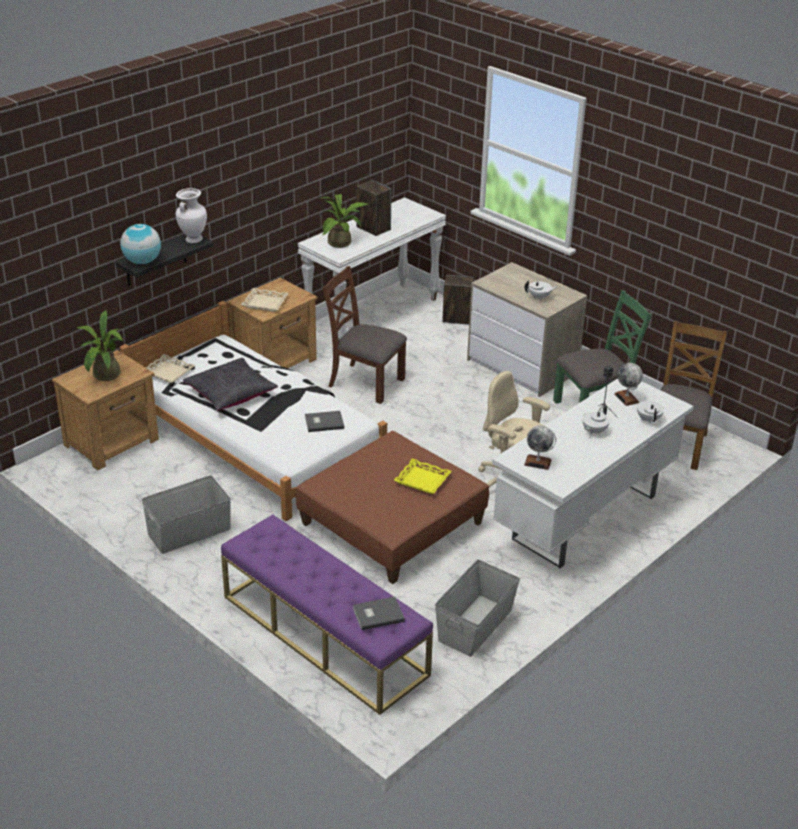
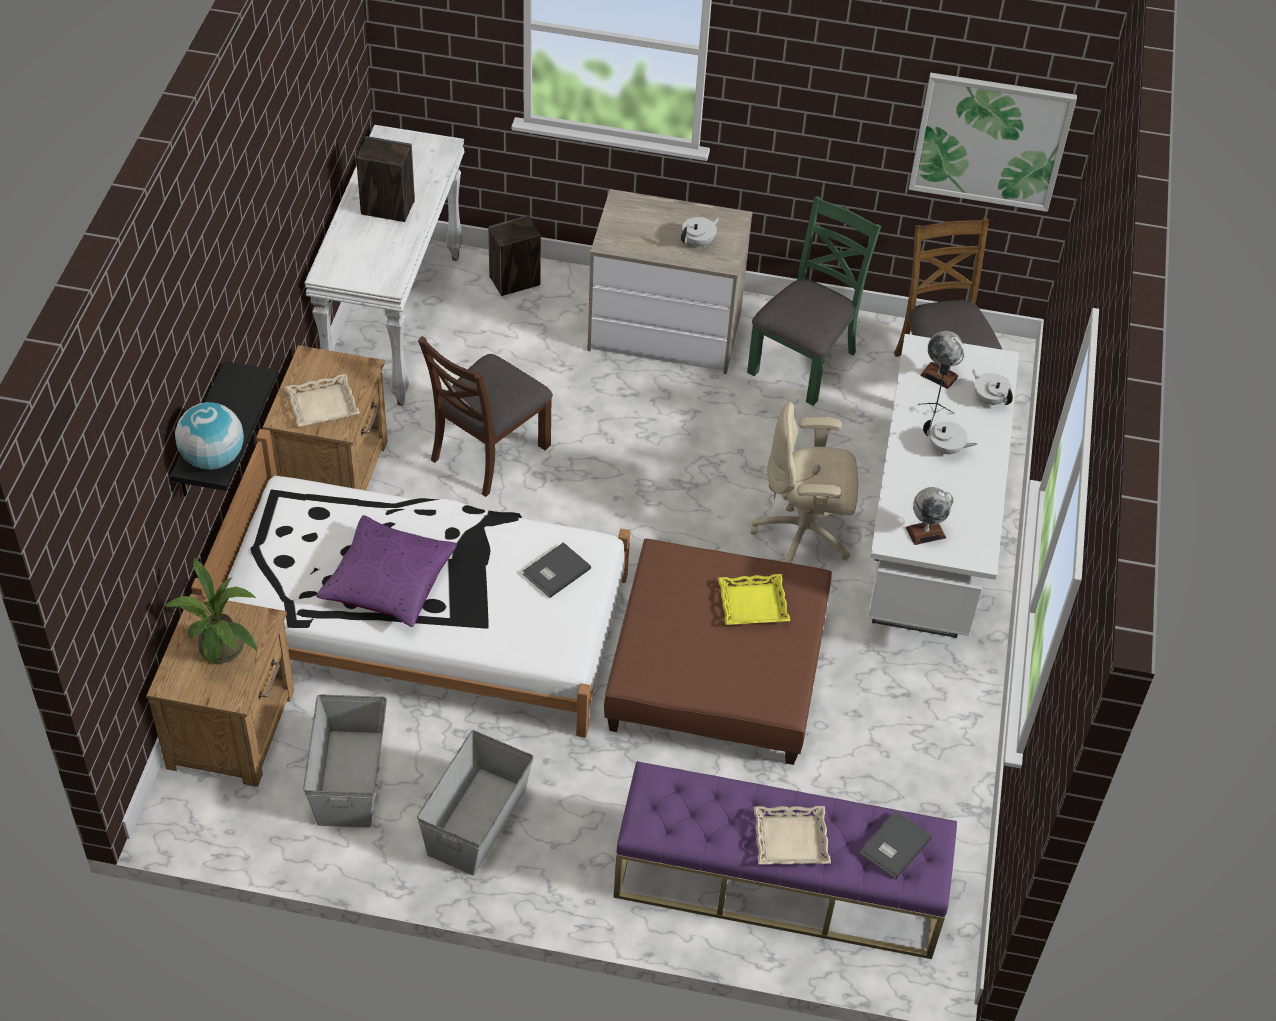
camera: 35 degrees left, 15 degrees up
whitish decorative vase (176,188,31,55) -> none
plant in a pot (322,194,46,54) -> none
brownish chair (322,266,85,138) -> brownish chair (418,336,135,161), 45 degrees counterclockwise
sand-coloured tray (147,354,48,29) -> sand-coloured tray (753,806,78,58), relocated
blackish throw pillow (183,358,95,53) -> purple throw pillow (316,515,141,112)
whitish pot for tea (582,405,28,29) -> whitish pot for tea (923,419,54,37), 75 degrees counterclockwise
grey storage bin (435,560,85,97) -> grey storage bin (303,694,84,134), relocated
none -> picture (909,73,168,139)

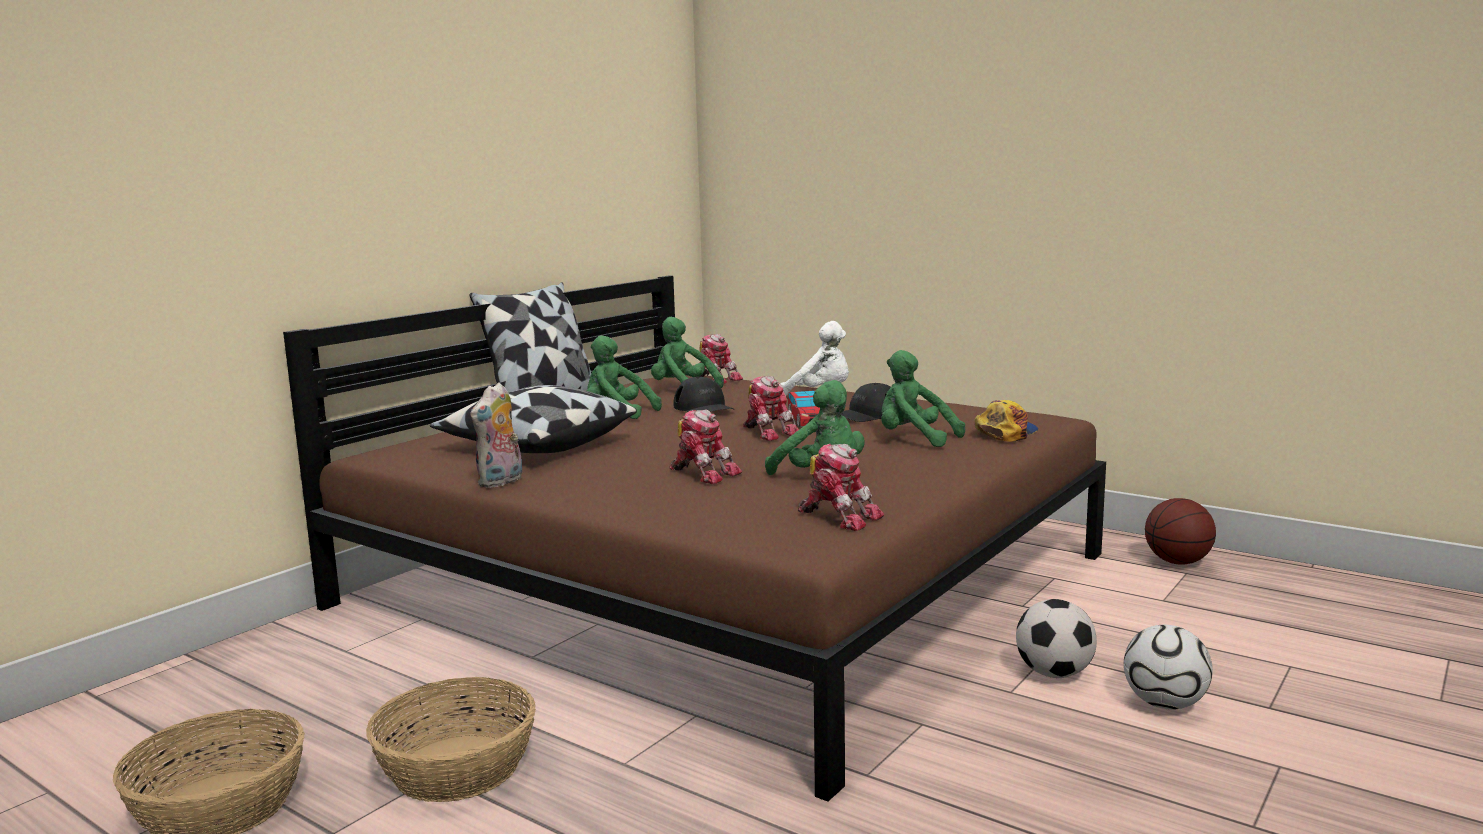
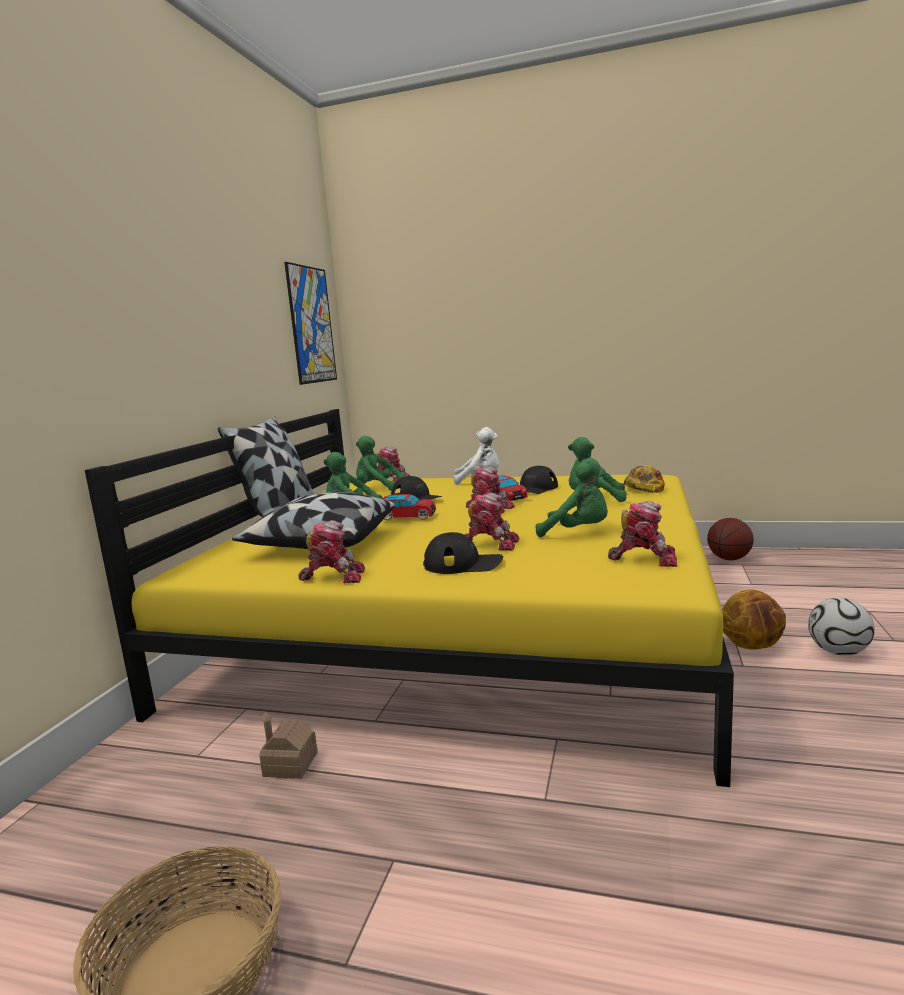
camera: 20 degrees left, 0 degrees up
brownish bed (283,276,823,526) -> yellowish bed (85,409,649,378)
plush toy (470,383,53,105) -> robot figure (298,520,67,63)
ball for football (1016,599,81,79) -> basketball ball (722,590,64,60)
basket (366,677,170,125) -> none
none -> picture (284,262,53,123)
none -> model car (383,494,53,26)
none -> blackish cap (423,532,80,42)
none -> toy house (259,712,59,67)

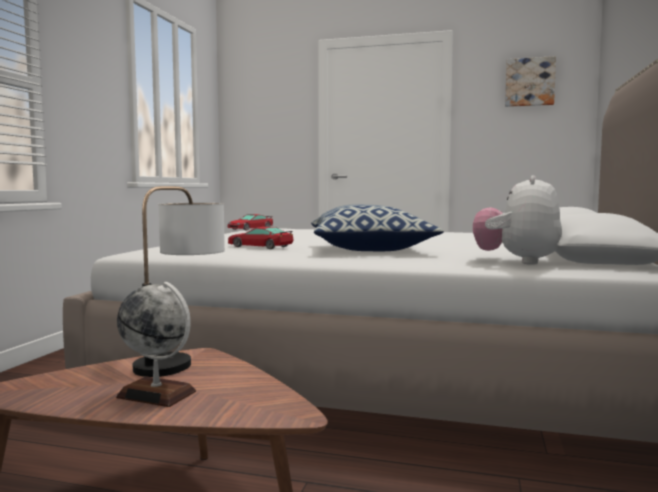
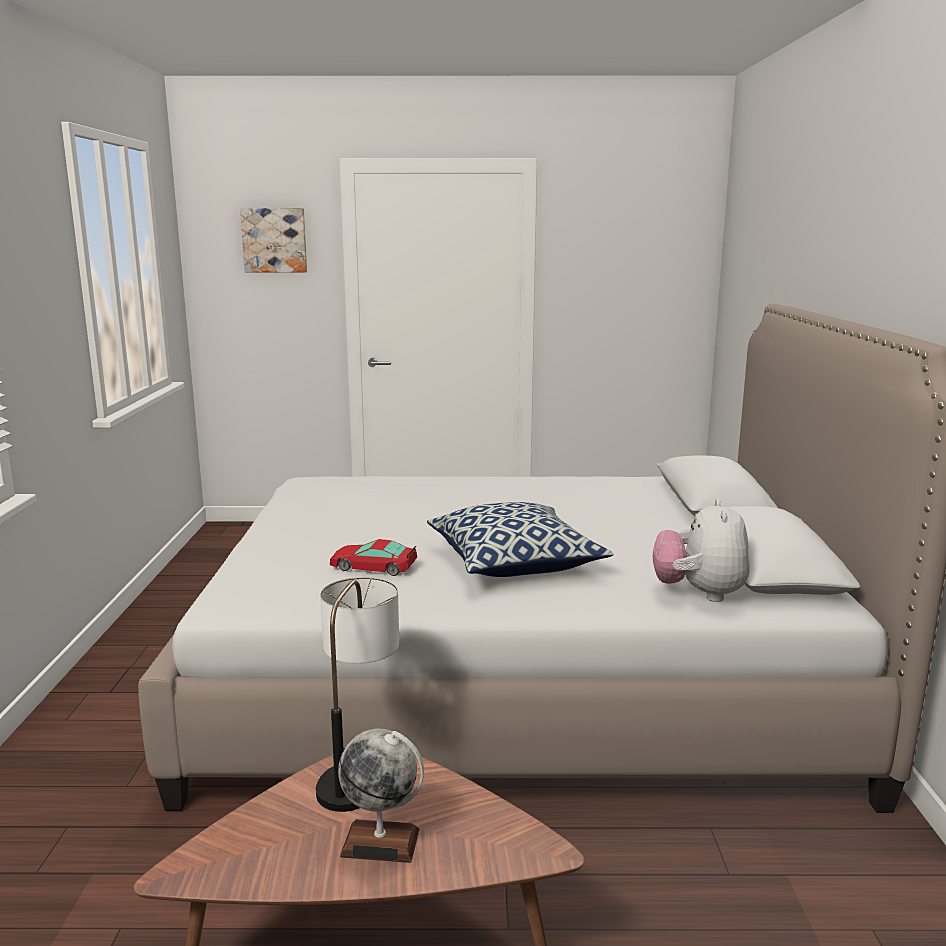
camera: 15 degrees left, 10 degrees up
picture (505,56,51,51) -> picture (240,208,67,65), relocated
model car (227,214,46,16) -> none

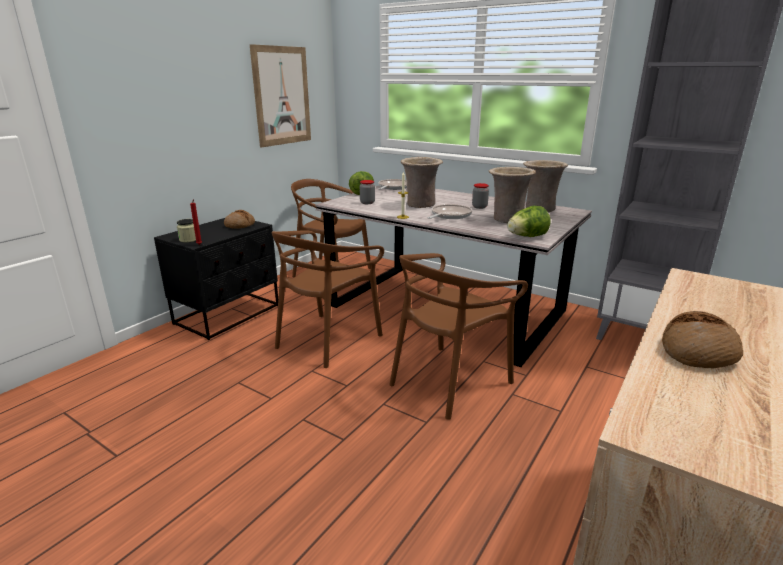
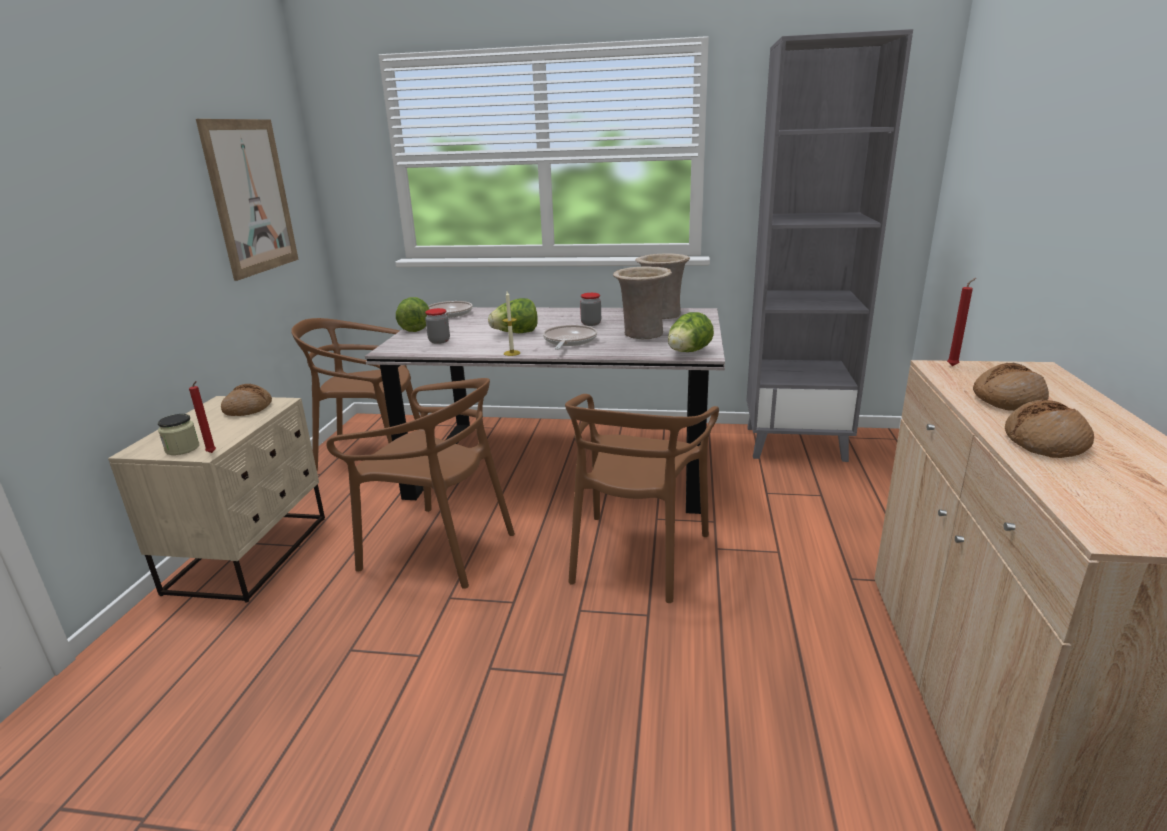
camera: 25 degrees left, 0 degrees up
sand-coloured decorative vase (400,157,43,51) -> lettuce head (488,298,50,35)
blackish night table (154,218,124,122) -> sand-coloured night table (108,396,217,207)
brownish chair (271,230,113,138) -> brownish chair (326,378,189,211), 75 degrees counterclockwise
none -> red wax light (947,278,29,88)
none -> bread (973,363,76,48)

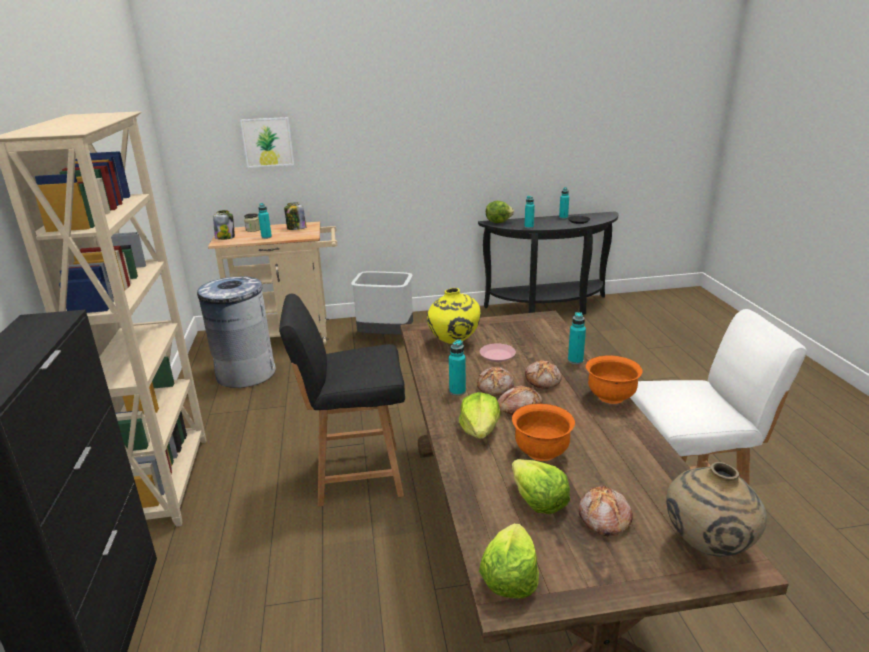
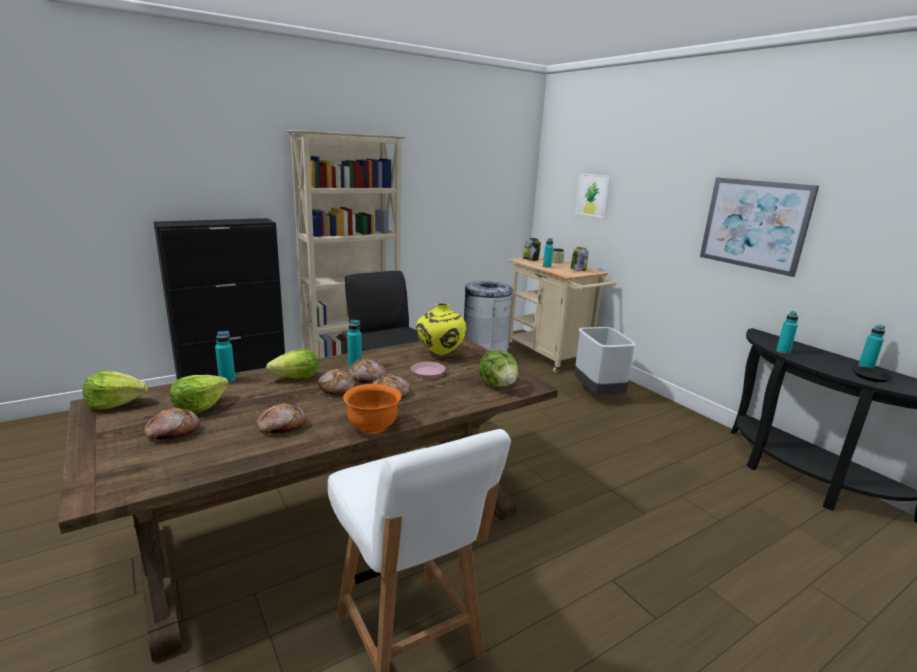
camera: 65 degrees right, 5 degrees down
lettuce head (486,201,28,22) -> lettuce head (479,351,40,37), relocated
turquoise beverage bottle (568,312,18,52) -> turquoise beverage bottle (215,331,21,52), relocated
orangey deep dish (512,404,63,57) -> none
sand-coloured decorative vase (666,462,101,95) -> none
none -> picture (700,177,119,100)
none -> bread (256,403,51,31)

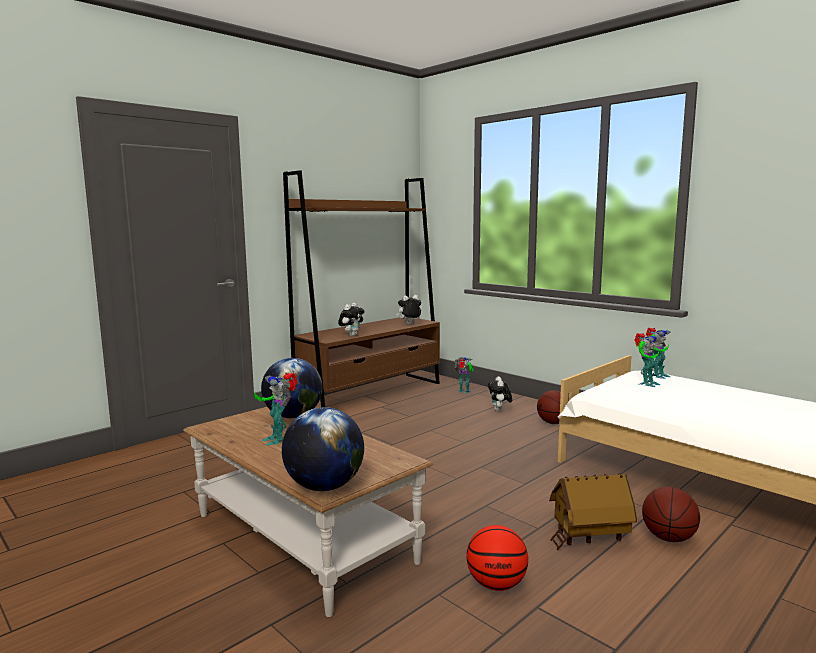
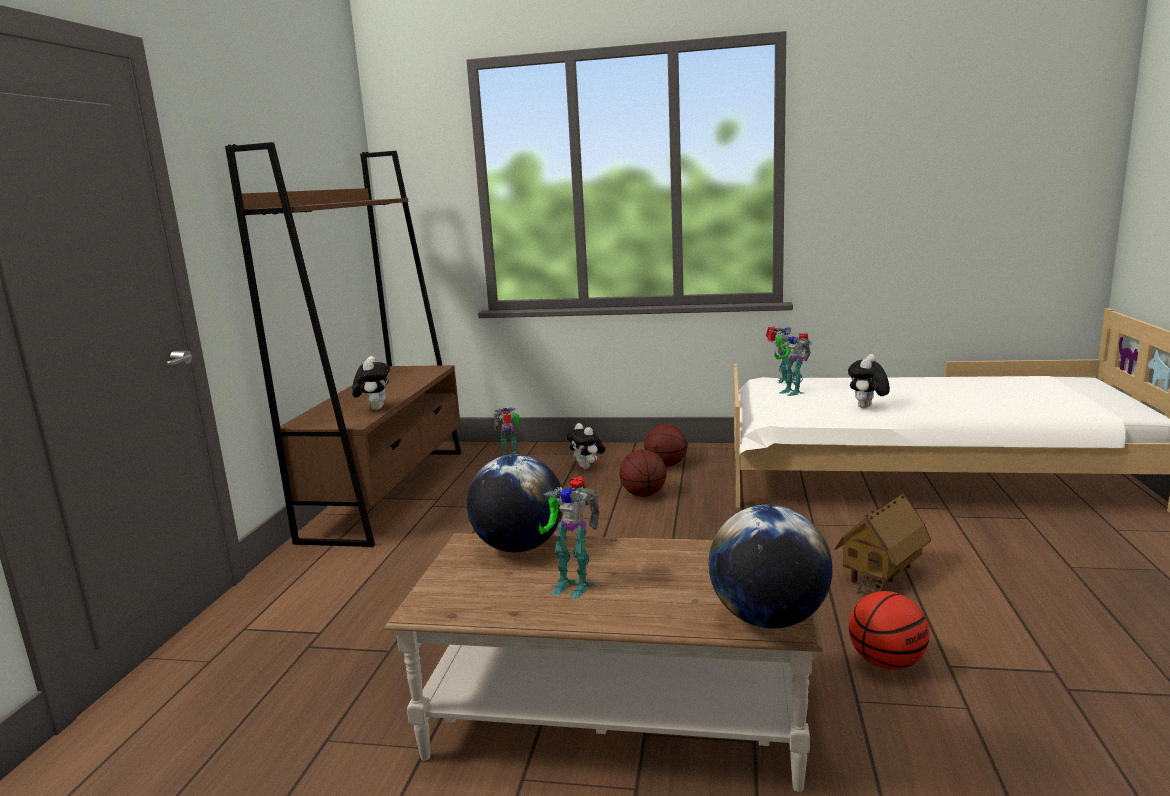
camera: 35 degrees left, 5 degrees up
plush toy (396,295,26,30) -> plush toy (848,354,42,54), relocated
robot figure (634,333,26,54) -> robot figure (775,333,36,63), 135 degrees clockwise
basketball ball (642,487,58,55) -> basketball ball (619,449,48,48), relocated

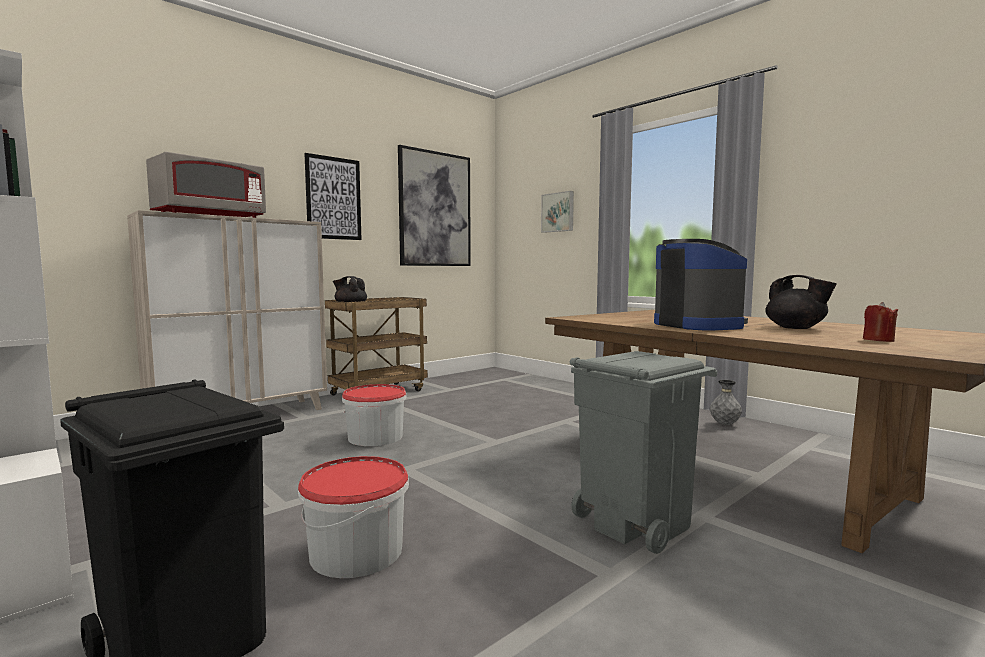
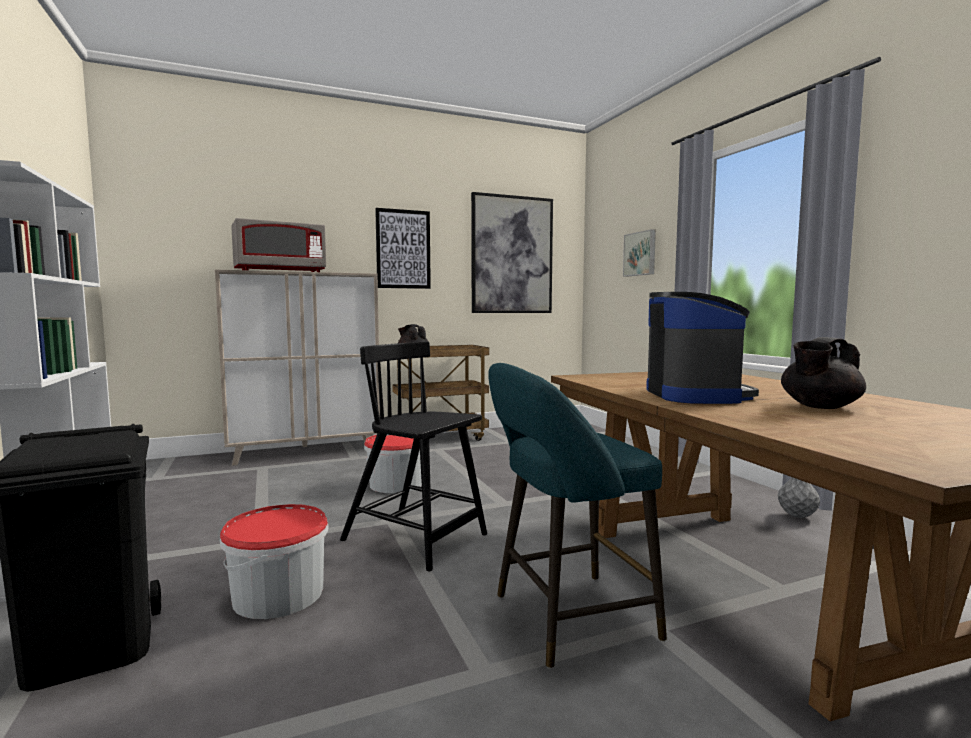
camera: 20 degrees right, 0 degrees up
blackish pot for tea (765,275,72,54) -> blackish pot for tea (781,337,85,72), 75 degrees clockwise
red wax light (863,302,35,40) -> none
grey trash can (570,351,147,203) -> turquoise sitting stool (488,363,179,306)
none -> blackish chair (340,342,147,229)

